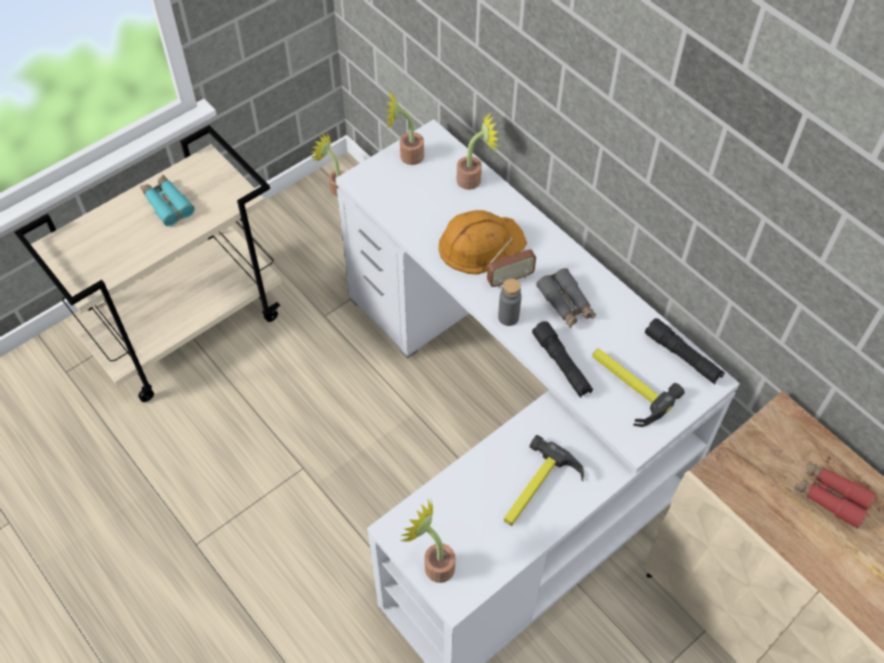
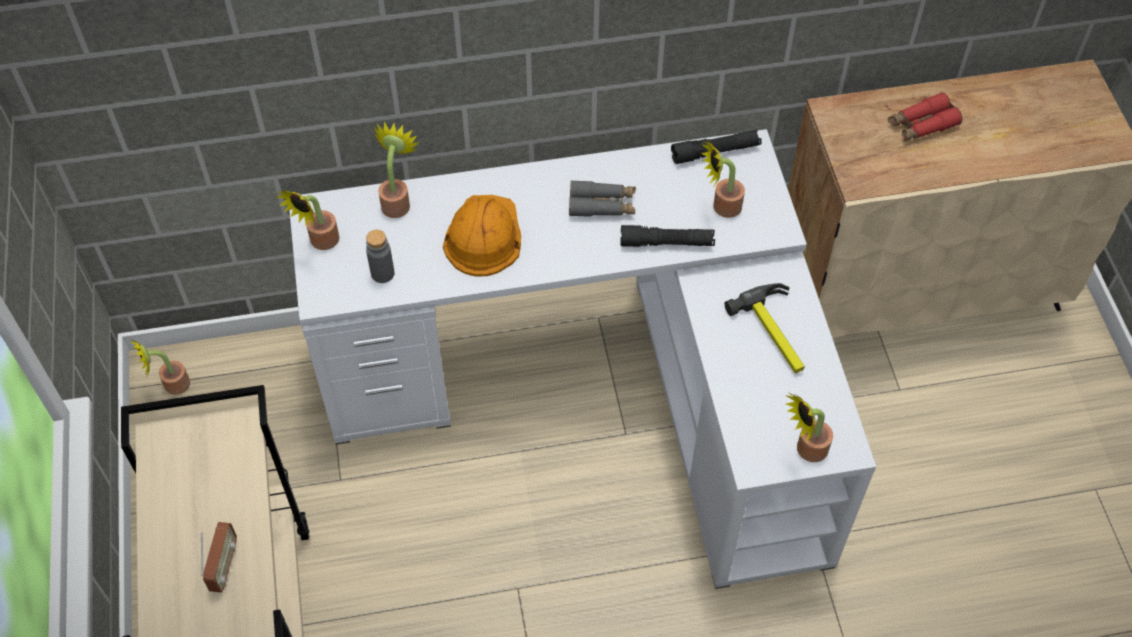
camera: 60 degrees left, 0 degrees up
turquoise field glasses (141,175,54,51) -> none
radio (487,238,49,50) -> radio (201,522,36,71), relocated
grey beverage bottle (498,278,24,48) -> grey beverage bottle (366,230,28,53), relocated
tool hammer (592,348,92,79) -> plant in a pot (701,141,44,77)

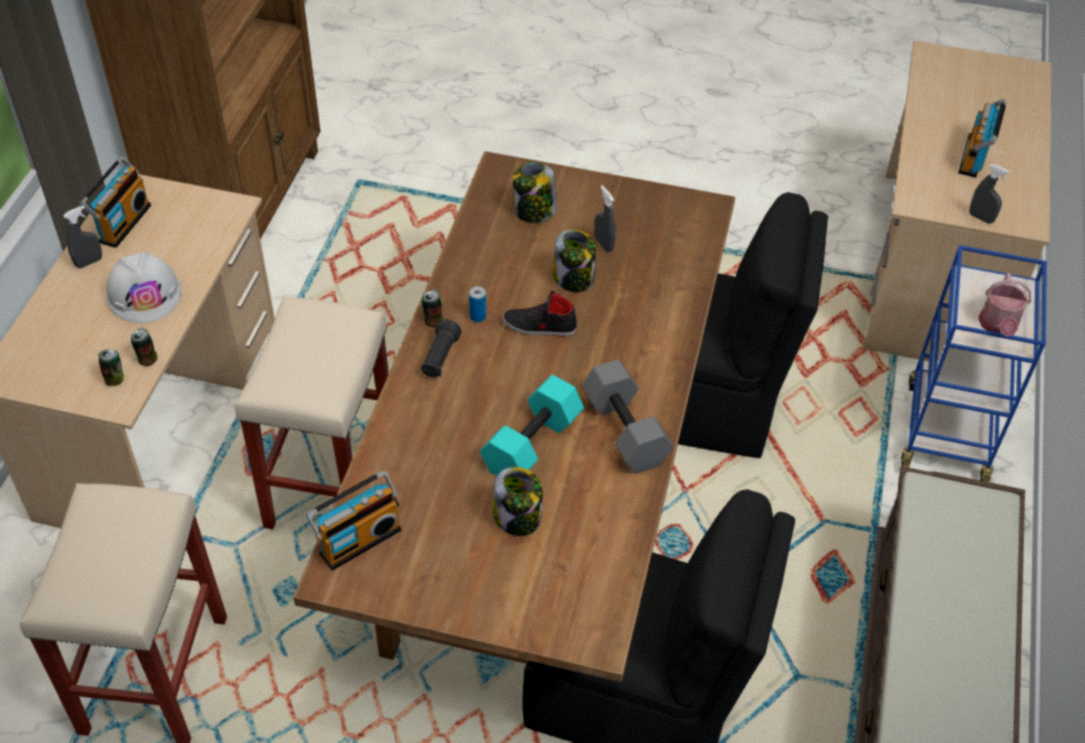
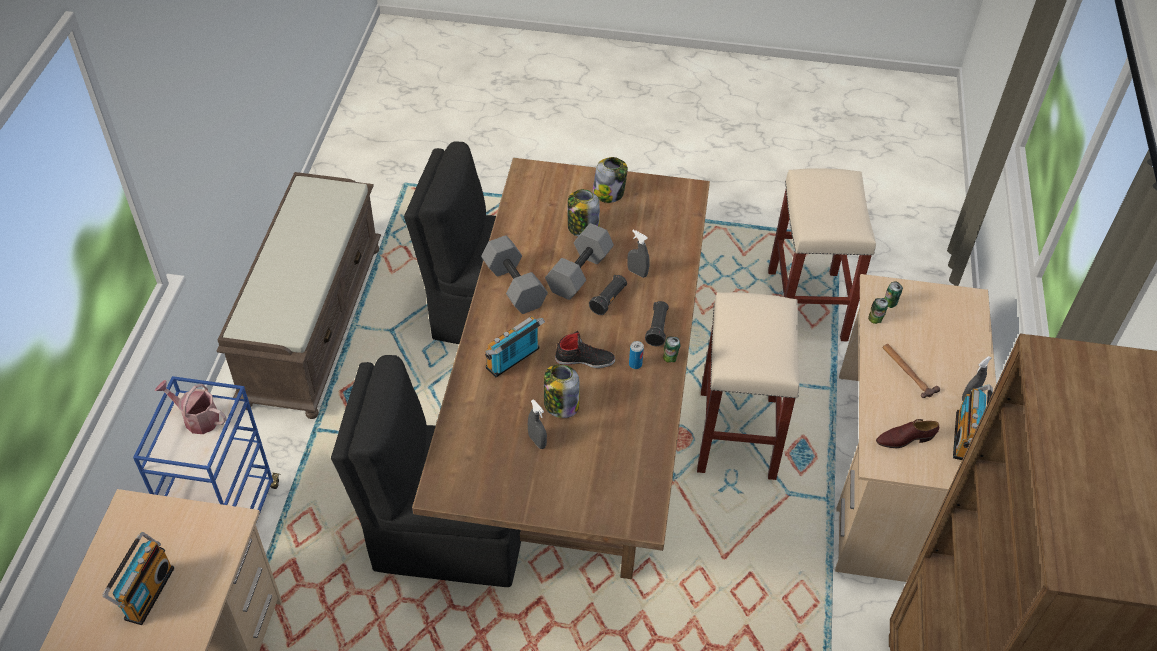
camera: 175 degrees right, 0 degrees up
storage jar (513,162,43,61) -> storage jar (593,157,35,46), relocated
grey spray bottle (969,164,41,60) -> grey spray bottle (627,230,23,48), relocated
whitish work helmet (106,252,75,71) -> tool hammer (883,344,57,54)
sprinkling can (978,273,53,64) -> sprinkling can (155,380,72,54), 75 degrees counterclockwise
turquoise dumbbell (480,375,104,101) -> grey dumbbell (545,223,69,77)
radio (306,471,95,100) -> radio (485,316,60,62), relocated
none -> blackish torch (589,275,38,40)
none -> brownish shoe (876,419,63,29)

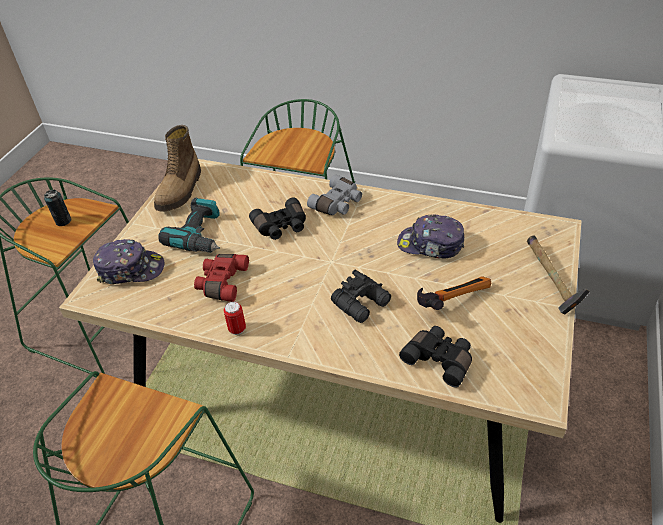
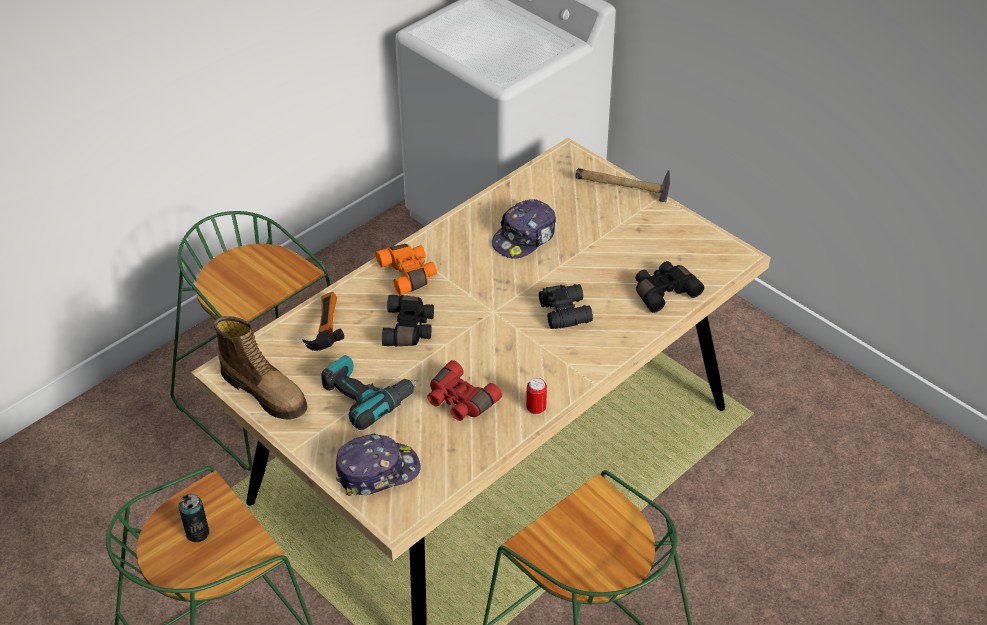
camera: 65 degrees left, 0 degrees up
grey field glasses (307,174,55,41) -> orangey field glasses (376,244,61,52)
cap (93,239,71,45) -> cap (336,434,85,62), 45 degrees clockwise
tool hammer (417,276,74,34) -> tool hammer (302,292,42,59), relocated

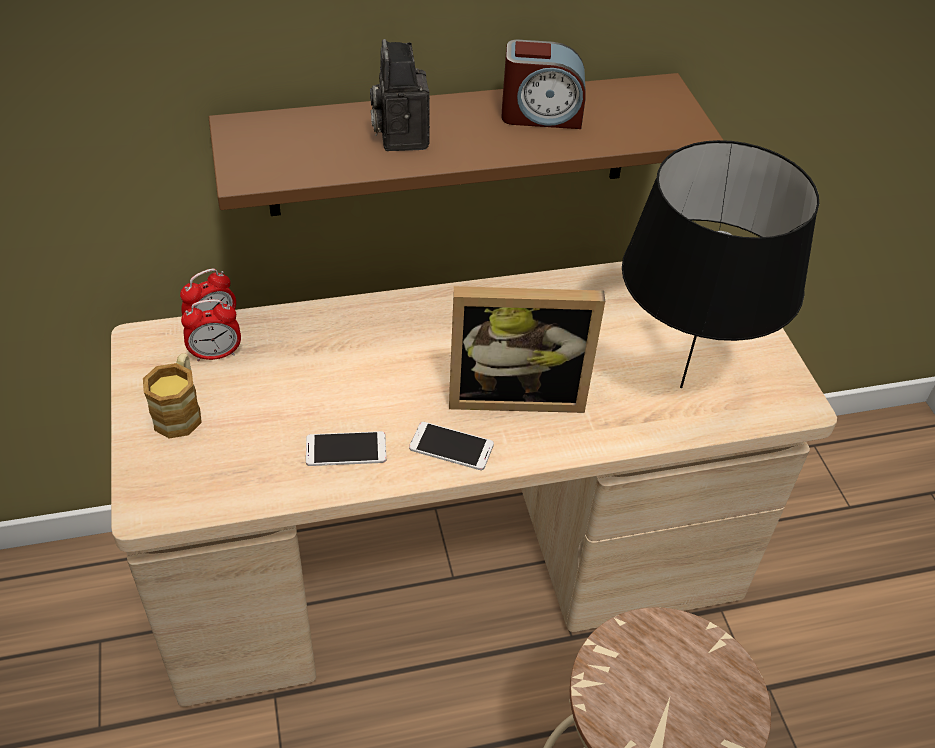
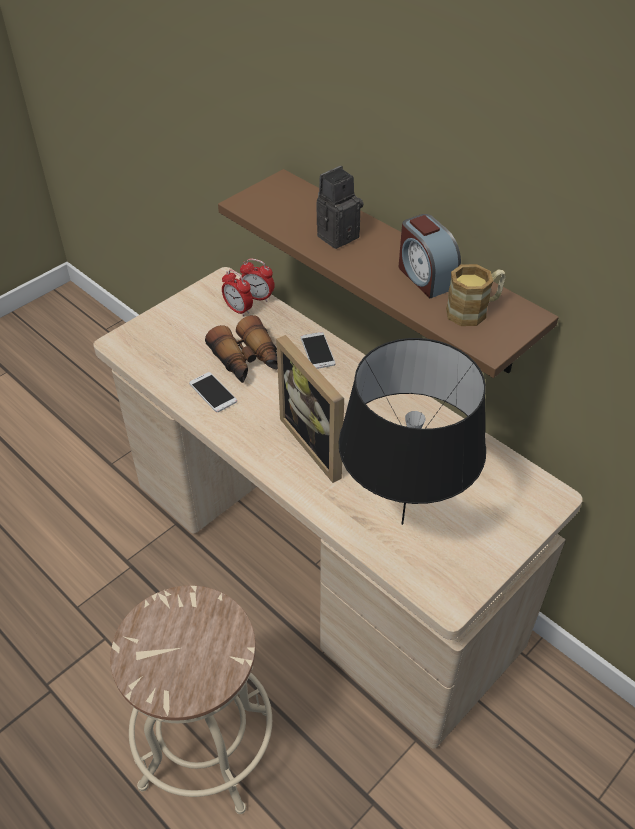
camera: 60 degrees right, 0 degrees up
tea mug (143,353,59,85) -> tea mug (446,264,60,62), relocated
handset (409,422,85,48) -> handset (301,332,35,37), relocated
none -> field glasses (205,315,73,68)

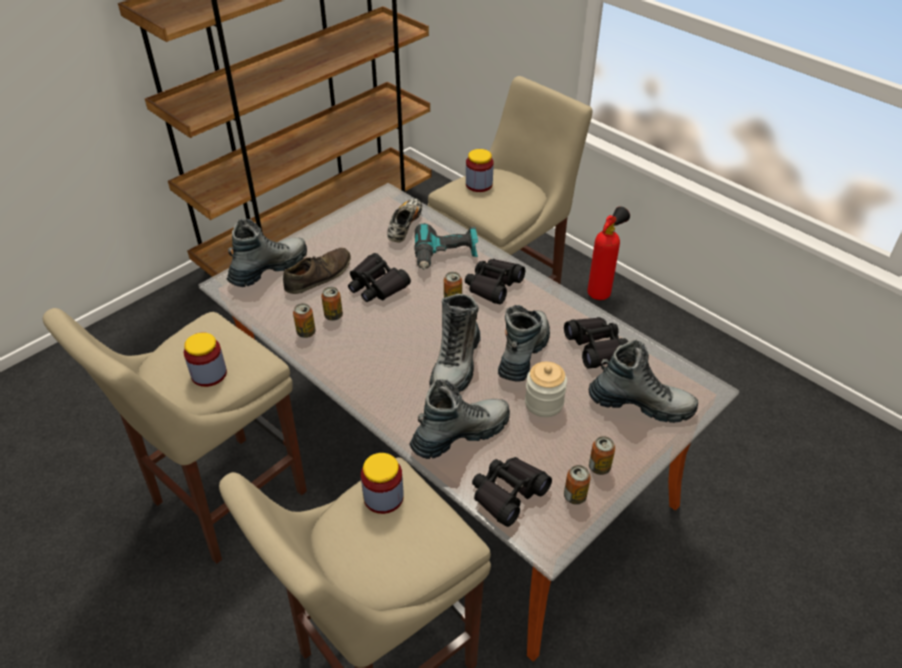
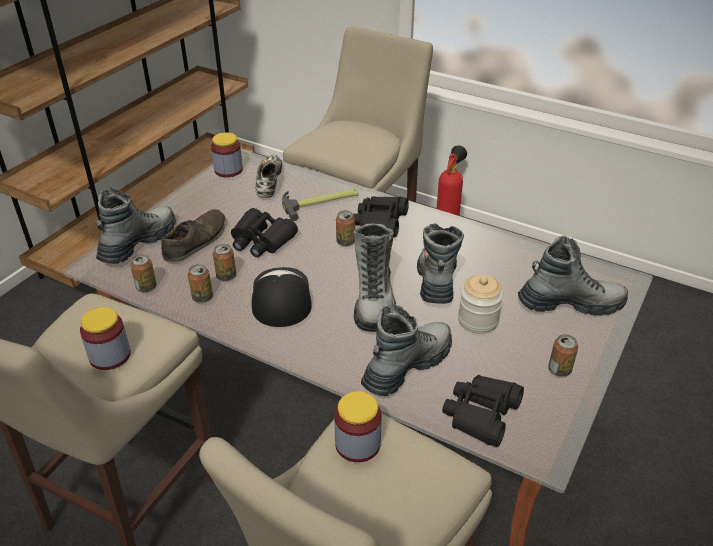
camera: 15 degrees left, 5 degrees down
storage jar (466,149,28,43) -> storage jar (211,132,32,45), relocated
electric drill (414,223,64,47) -> tool hammer (282,188,76,33)
blackish field glasses (564,317,64,52) -> none
can (564,465,27,39) -> can (130,254,27,38), relocated
none -> cap (252,267,60,60)

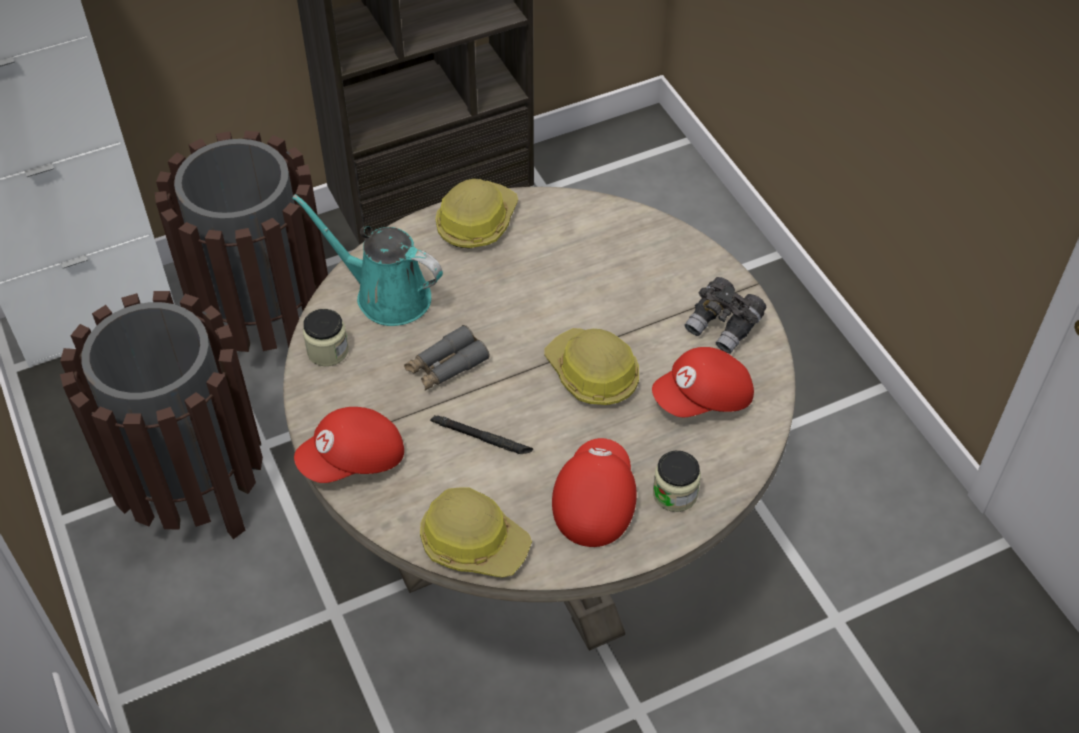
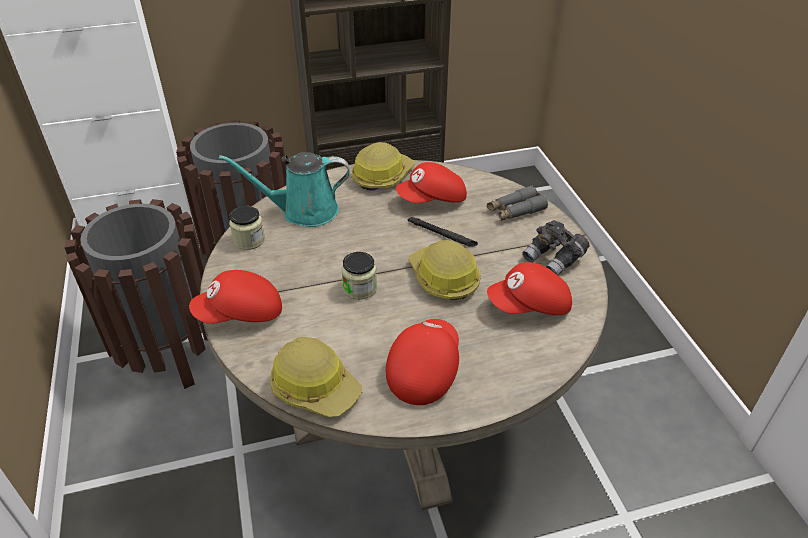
camera: 10 degrees right, 10 degrees down
turquoise sprinkling can (292,194,151,132) -> turquoise sprinkling can (219,152,131,75), 45 degrees counterclockwise
grey field glasses (404,325,86,65) -> grey field glasses (487,185,61,36), relocated
blackish torch (430,415,103,39) -> blackish torch (408,217,70,30), relocated
storage jar (653,451,48,61) -> storage jar (342,252,35,48), relocated
none -> red cap (396,162,71,41)

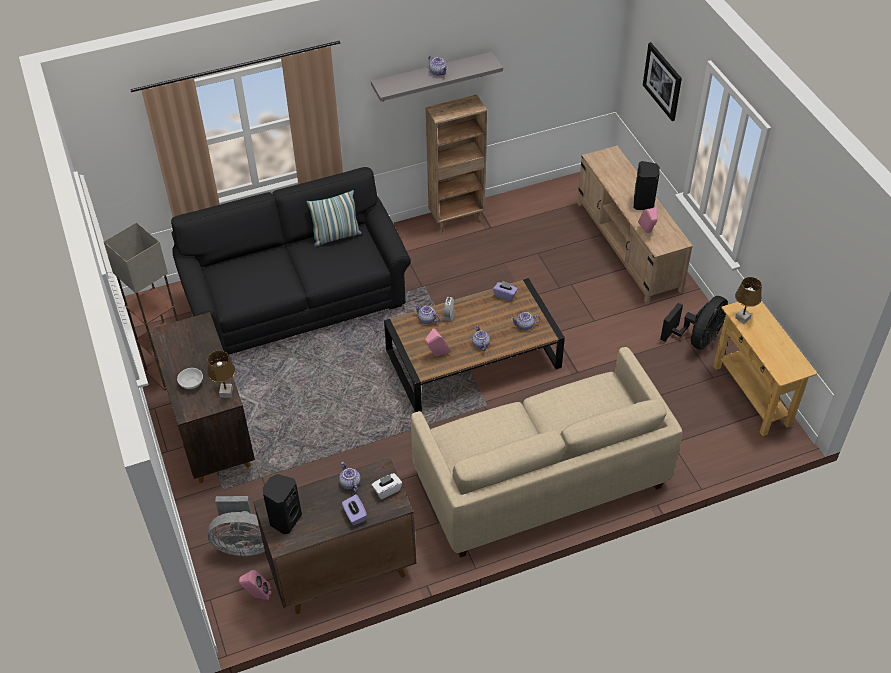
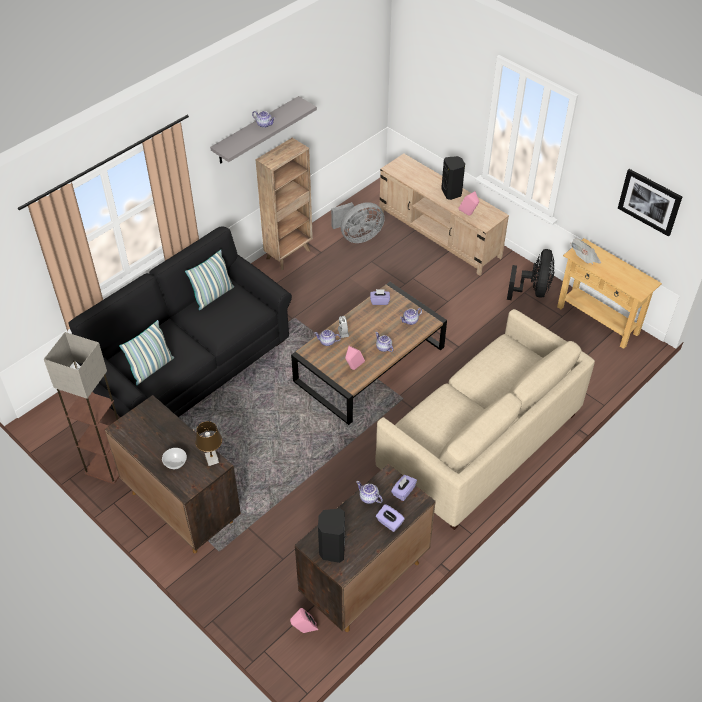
camera: 25 degrees left, 0 degrees up
picture (643,42,39,79) -> picture (618,169,64,68), relocated
brownish table lamp (735,277,27,47) -> newspaper (570,239,31,25)
whitish box of tissues (372,473,30,26) -> purple box of tissues (391,475,26,26)
grey fan (208,496,57,60) -> grey fan (331,202,54,41), relocated
none -> throw pillow (119,320,55,65)

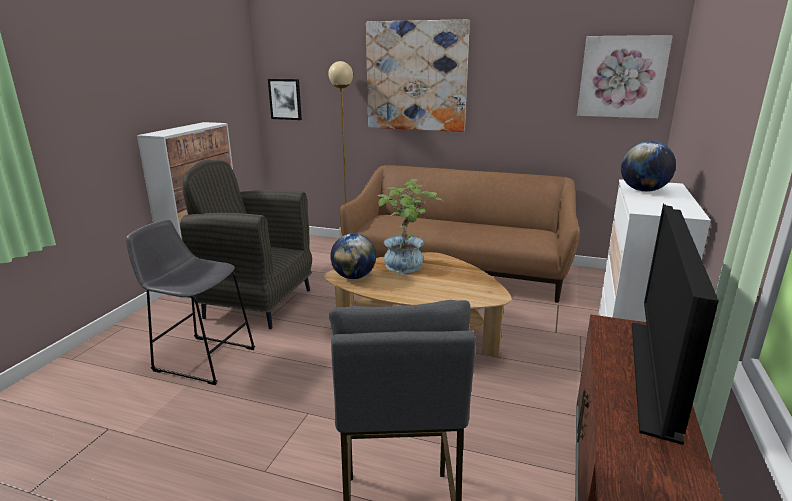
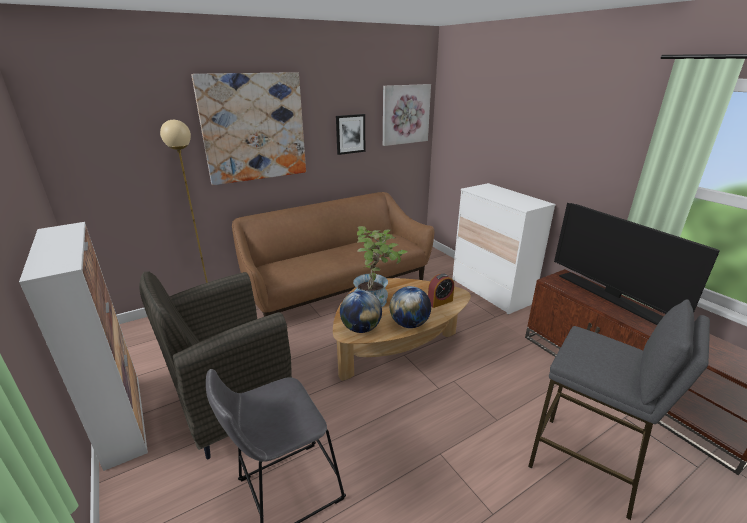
camera: 50 degrees left, 5 degrees up
picture (268,79,34,41) -> picture (336,114,29,41), relocated
world globe (621,141,55,51) -> world globe (390,286,41,42), relocated
none -> table clock (428,274,26,34)

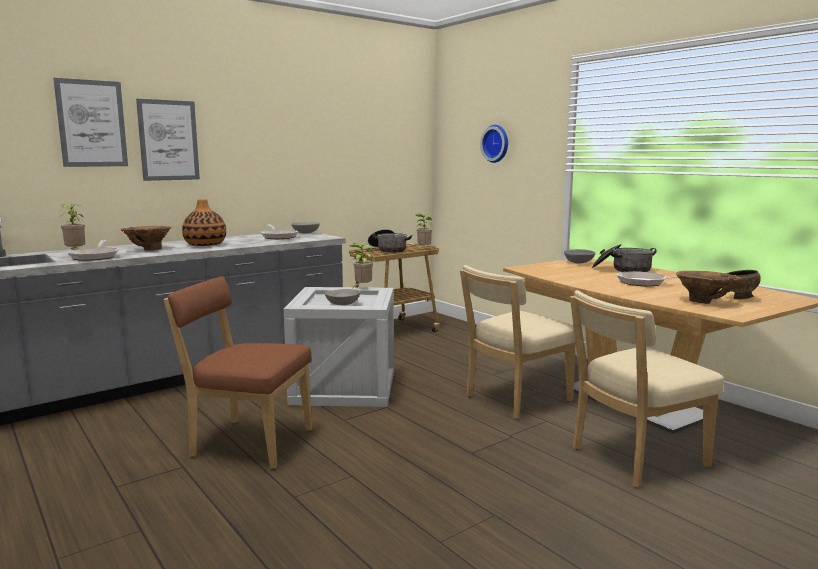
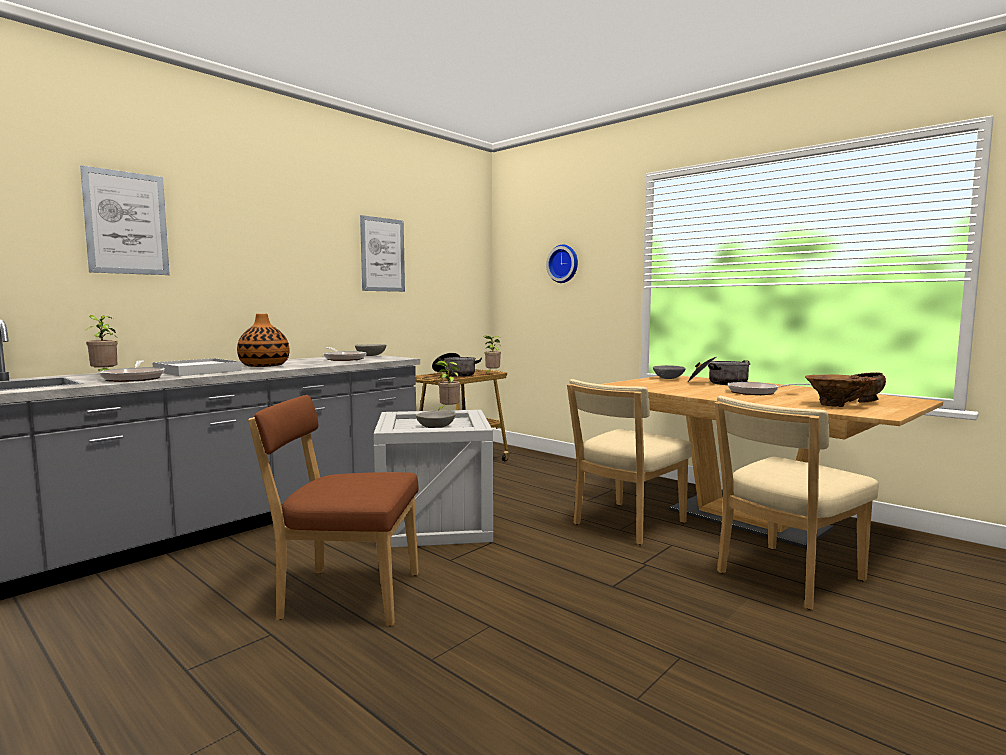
camera: 10 degrees left, 5 degrees down
picture (136,99,64,82) -> picture (360,215,45,77), relocated
brownish decorative vase (121,226,50,24) -> whitish tray (152,358,90,18)

